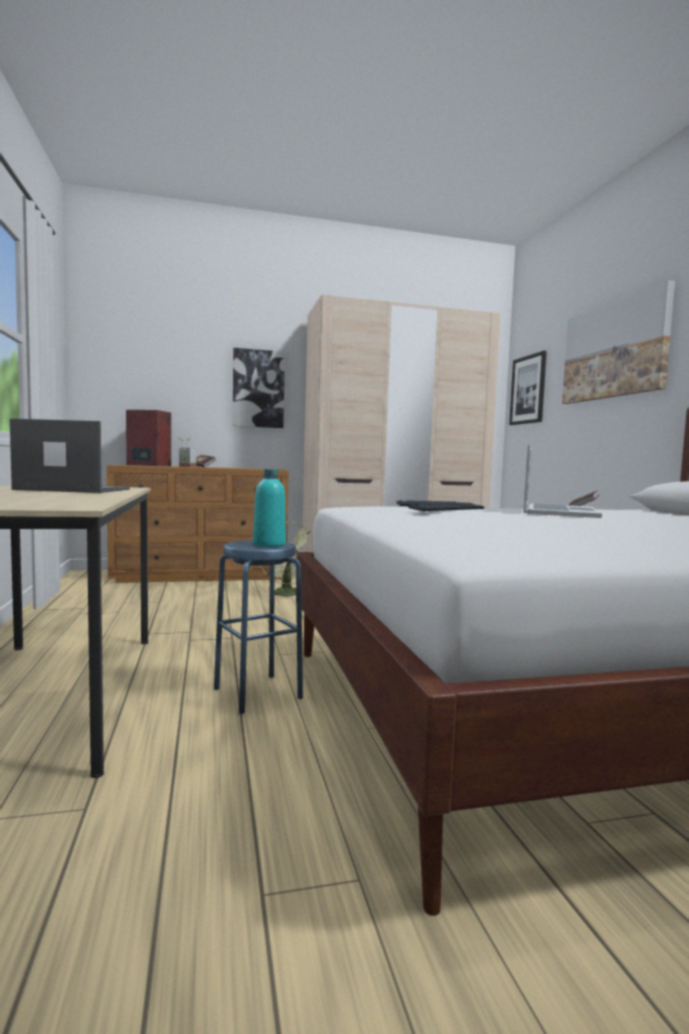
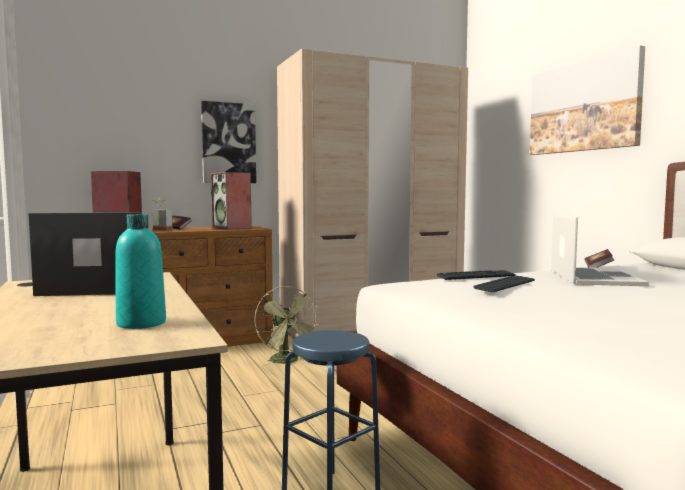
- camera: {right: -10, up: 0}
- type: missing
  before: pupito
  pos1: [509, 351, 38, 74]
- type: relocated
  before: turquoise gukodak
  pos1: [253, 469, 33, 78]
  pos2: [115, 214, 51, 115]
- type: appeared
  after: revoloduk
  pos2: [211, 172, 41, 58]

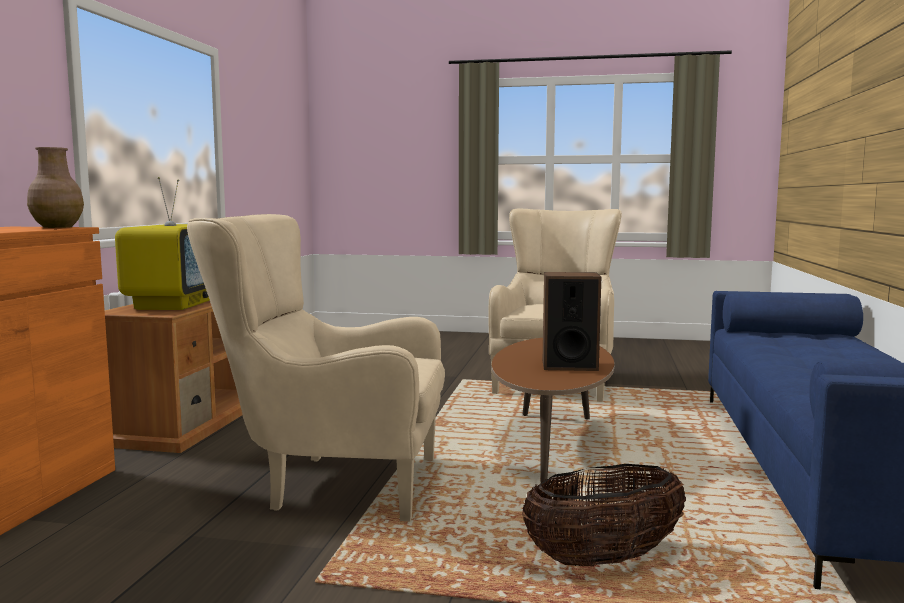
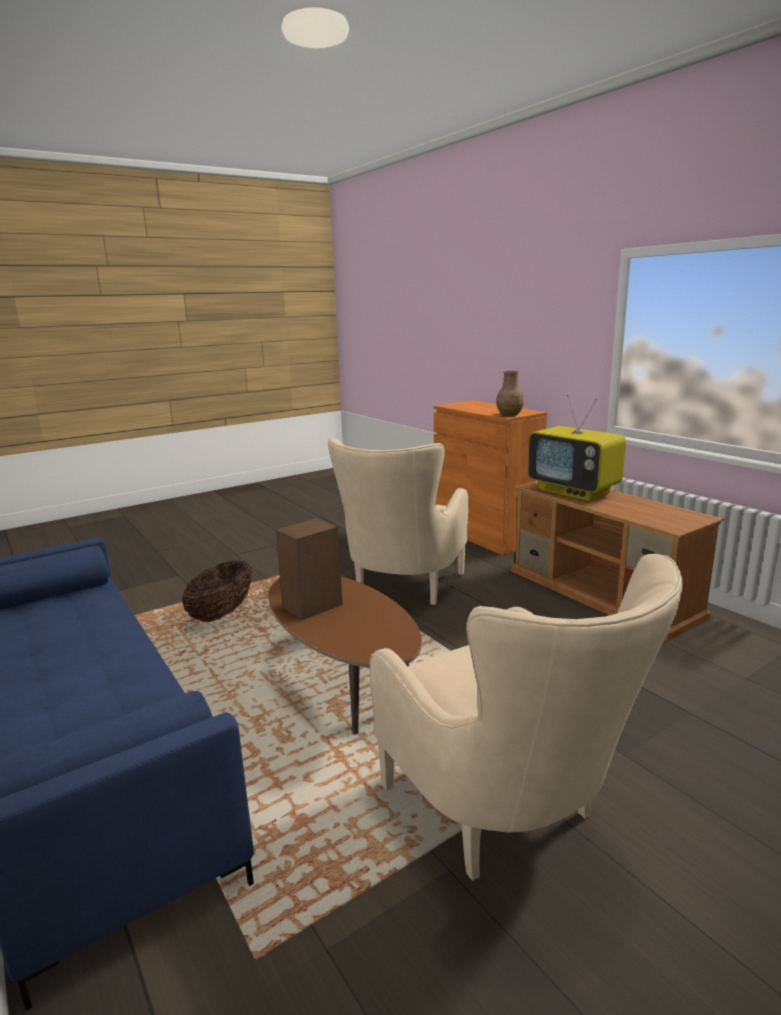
- camera: {right: 135, up: 10}
- type: spun
  before: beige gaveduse
  pos1: [187, 214, 258, 307]
  pos2: [328, 438, 140, 167]
  turn: 150

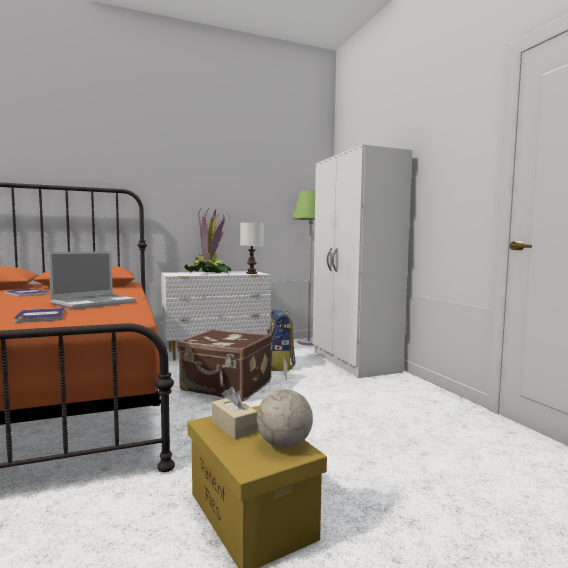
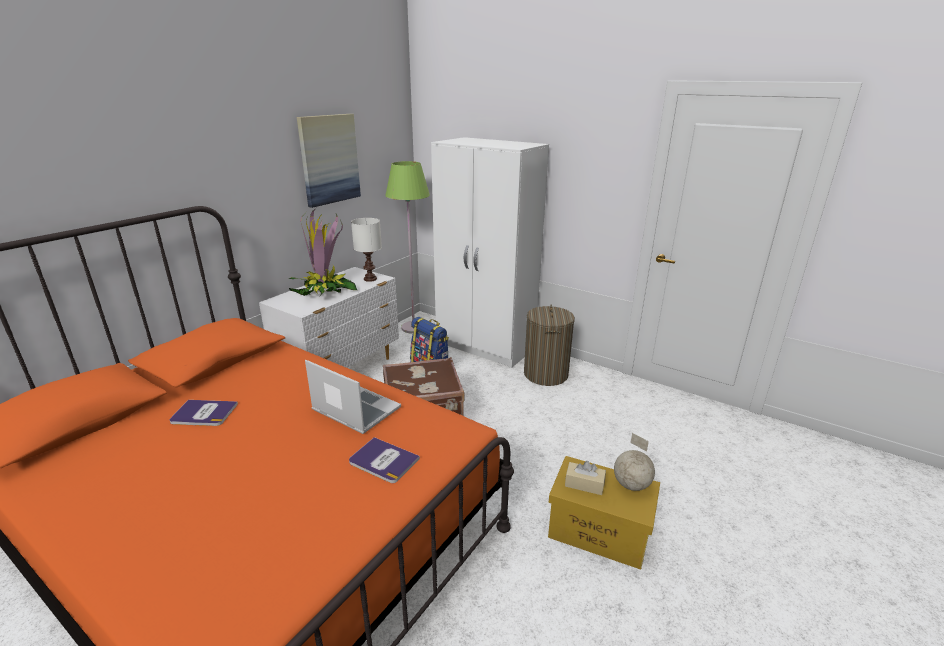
- camera: {right: -35, up: 20}
- type: spun
  before: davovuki
  pos1: [49, 251, 87, 58]
  pos2: [305, 360, 96, 74]
  turn: -60
- type: appeared
  after: pupito
  pos2: [297, 114, 64, 94]
- type: appeared
  after: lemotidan
  pos2: [524, 305, 51, 81]

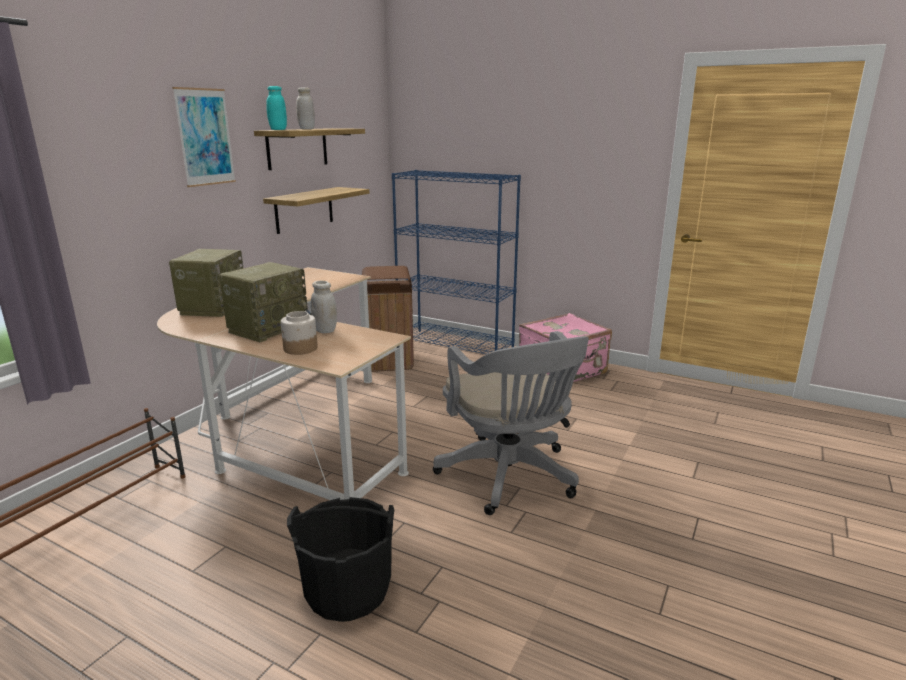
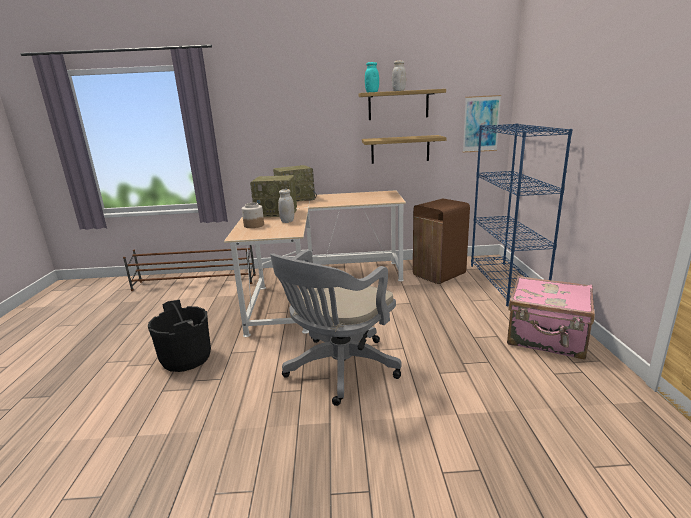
- camera: {right: 60, up: 0}
- type: relocated
  before: pupito
  pos1: [172, 87, 64, 100]
  pos2: [463, 95, 38, 57]

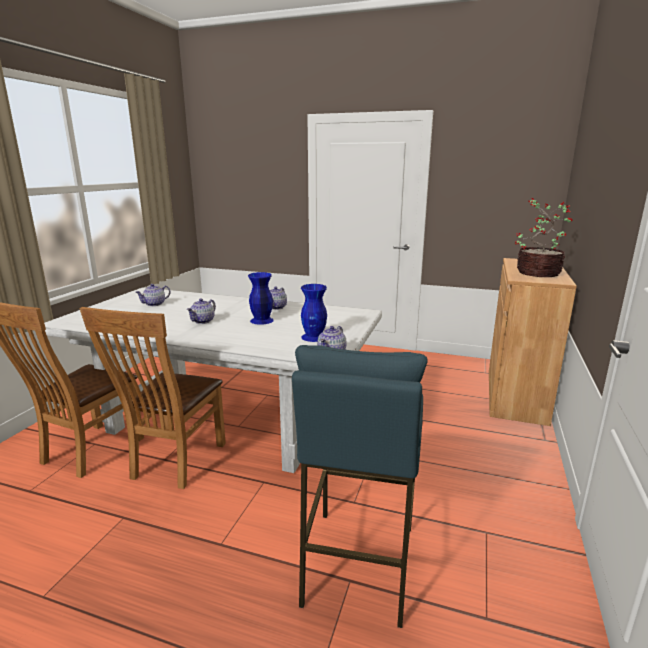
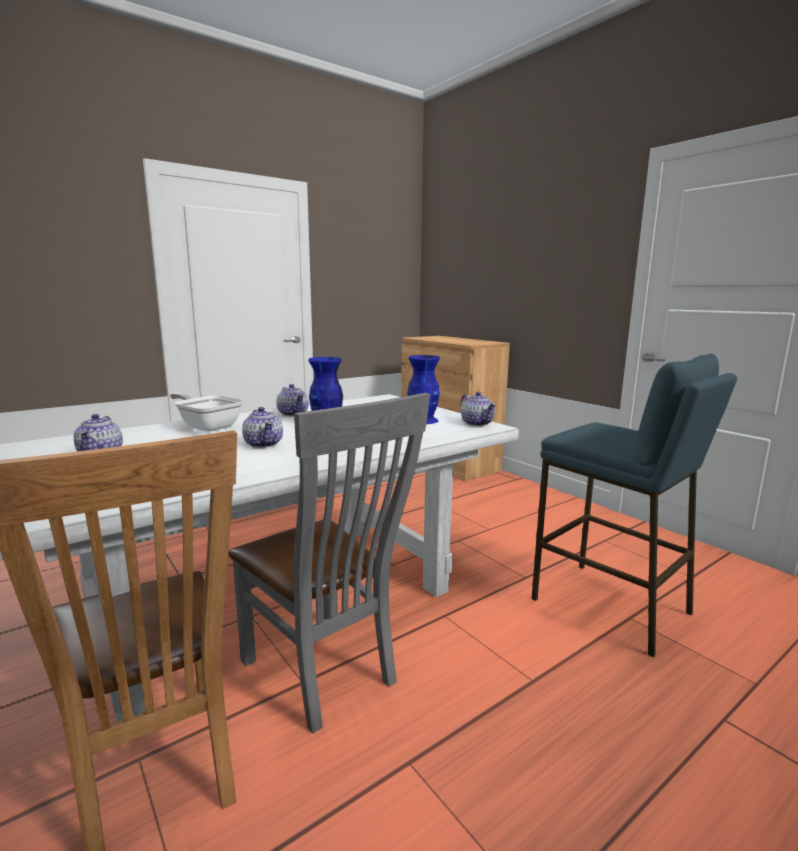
- camera: {right: -55, up: -5}
- type: missing
  before: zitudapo
  pos1: [515, 197, 58, 80]
- type: colour
  before: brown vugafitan
  after: grey vugafitan
  pos1: [79, 307, 147, 182]
  pos2: [228, 393, 203, 341]
- type: appeared
  after: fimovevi
  pos2: [170, 392, 73, 40]

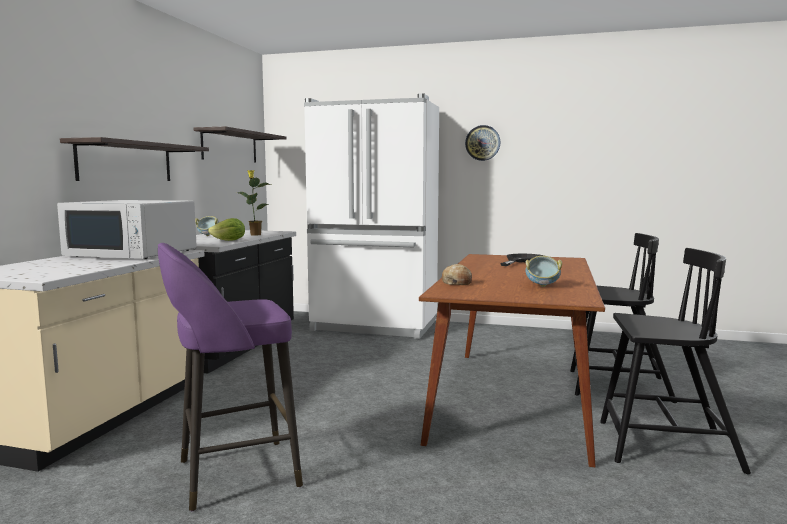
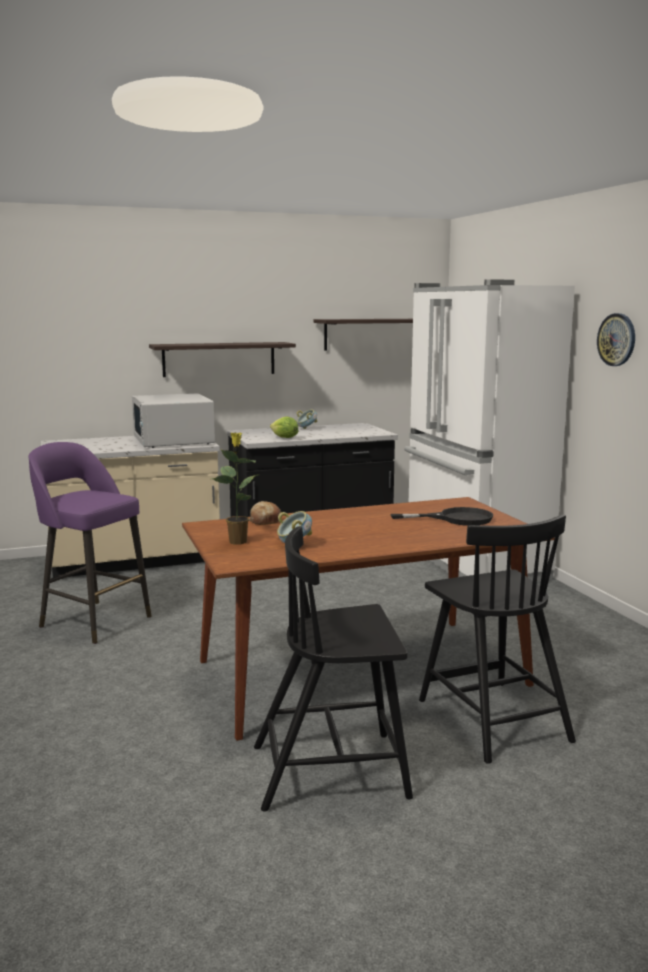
- camera: {right: 55, up: 5}
- type: relocated
  before: zitudapo
  pos1: [238, 170, 33, 66]
  pos2: [211, 432, 47, 113]
- type: spun
  before: black vugafitan
  pos1: [600, 248, 151, 226]
  pos2: [254, 526, 159, 286]
  turn: 105

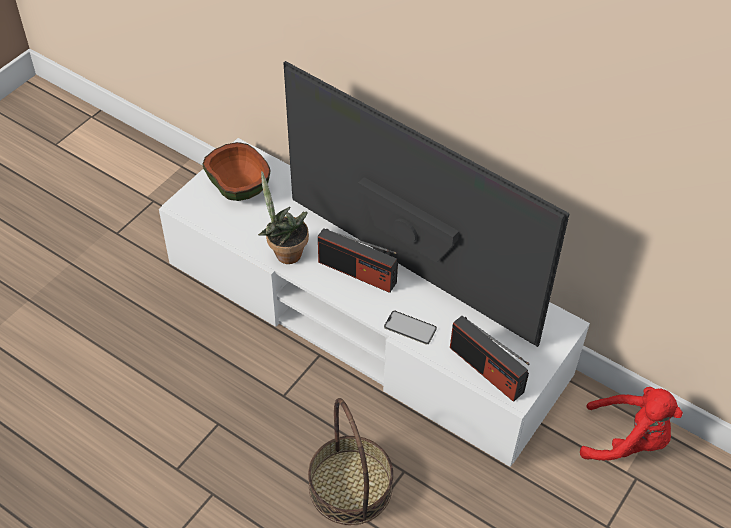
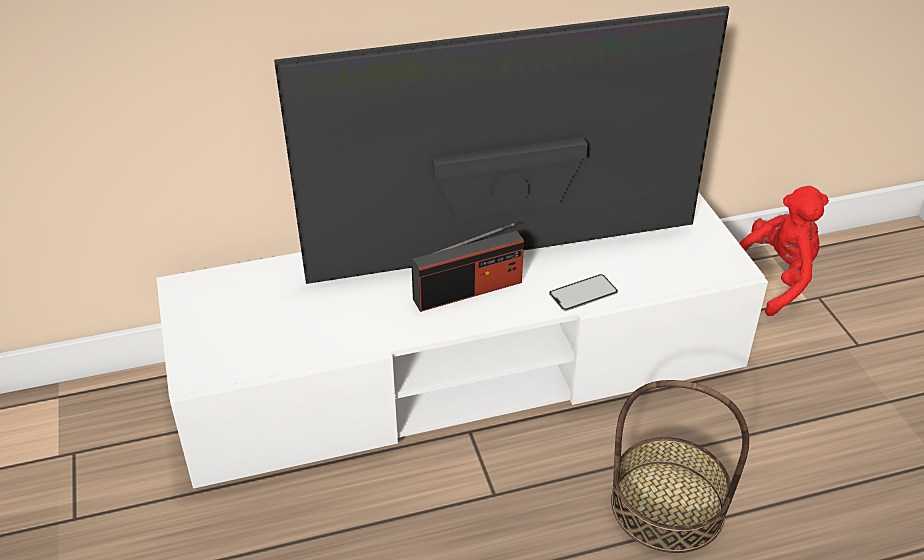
- camera: {right: -50, up: -10}
- type: missing
  before: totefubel
  pos1: [202, 142, 69, 59]
- type: missing
  before: zitudapo
  pos1: [258, 172, 51, 92]
- type: missing
  before: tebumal
  pos1: [450, 316, 80, 86]

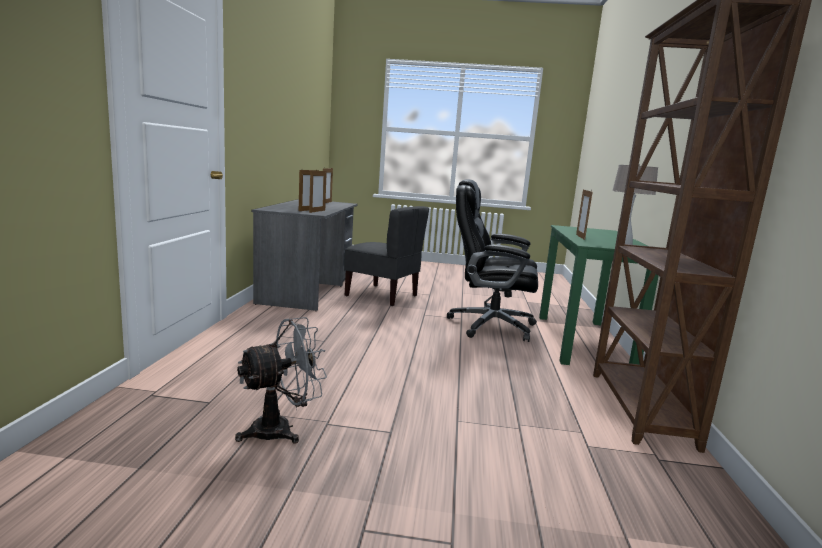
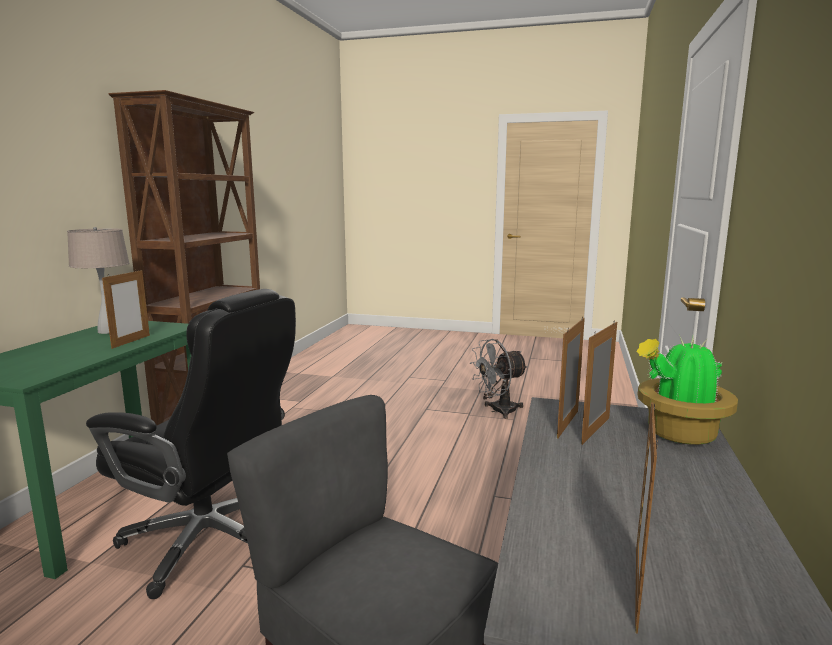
- camera: {right: -170, up: 0}
- type: appeared
  after: zitudapo
  pos2: [636, 337, 102, 108]

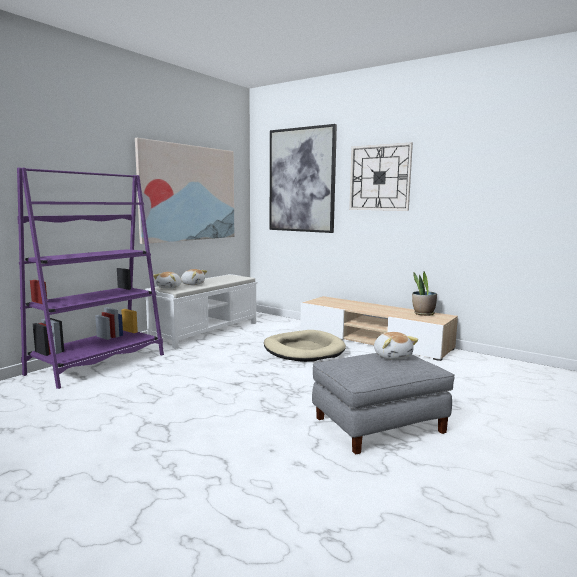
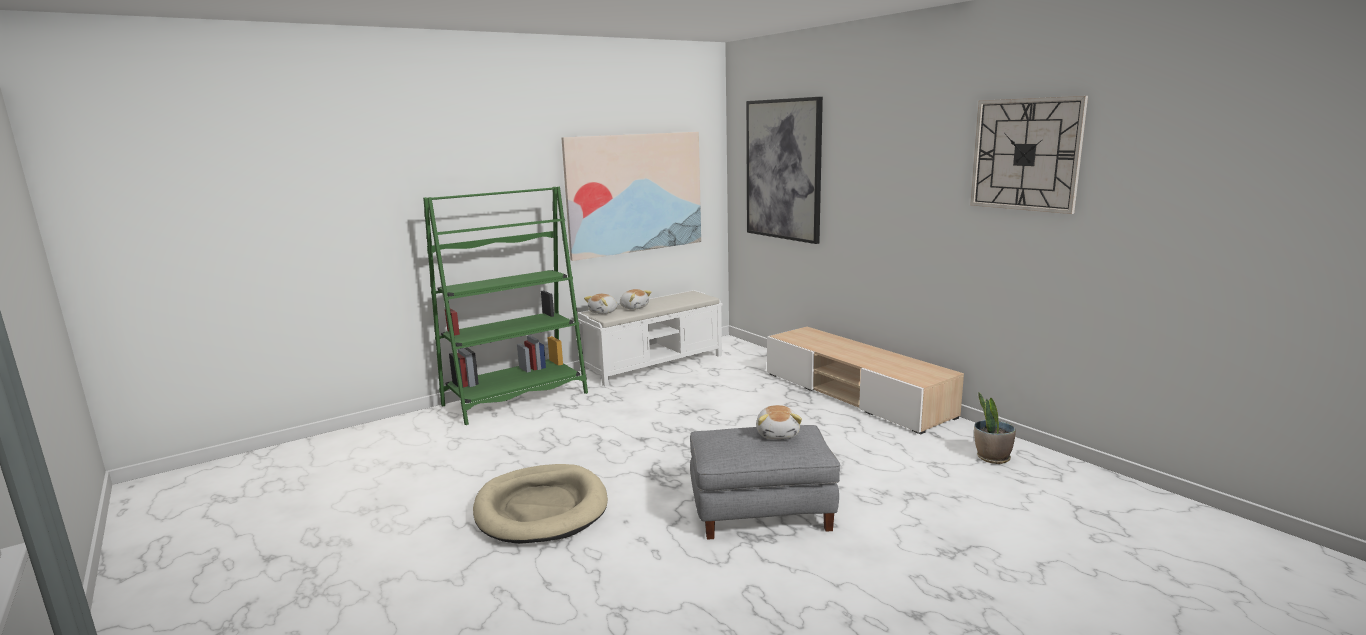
- camera: {right: 20, up: 5}
- type: relocated
  before: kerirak
  pos1: [349, 142, 64, 69]
  pos2: [970, 96, 118, 118]
- type: colour
  before: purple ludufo
  after: green ludufo
  pos1: [17, 167, 147, 222]
  pos2: [423, 187, 165, 238]
- type: relocated
  before: zitudapo
  pos1: [412, 272, 25, 44]
  pos2: [974, 392, 42, 72]
- type: relocated
  before: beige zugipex
  pos1: [264, 330, 82, 32]
  pos2: [473, 464, 135, 80]

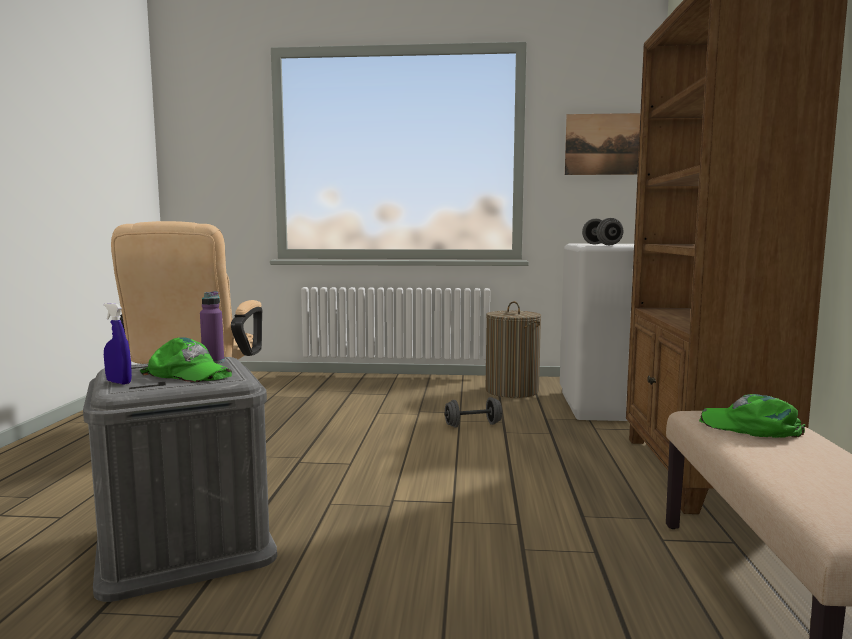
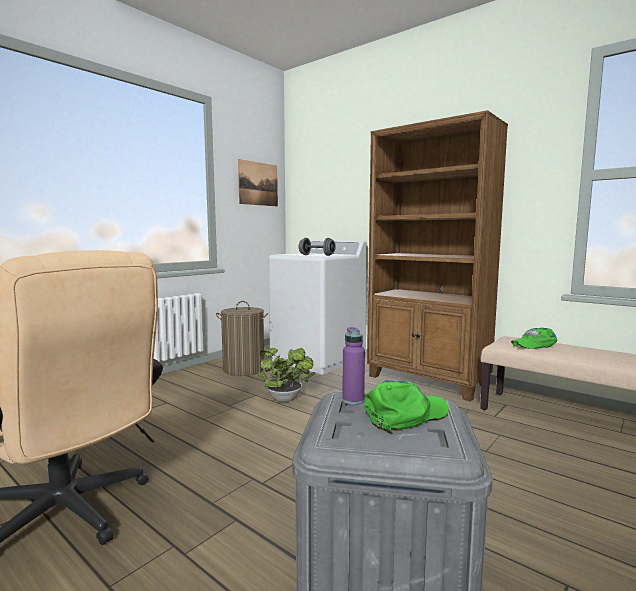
- camera: {right: -55, up: 0}
- type: missing
  before: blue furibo
  pos1: [104, 303, 28, 82]
- type: exchanged
  before: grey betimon
  after: zitudapo
  pos1: [444, 397, 58, 31]
  pos2: [257, 348, 58, 54]

